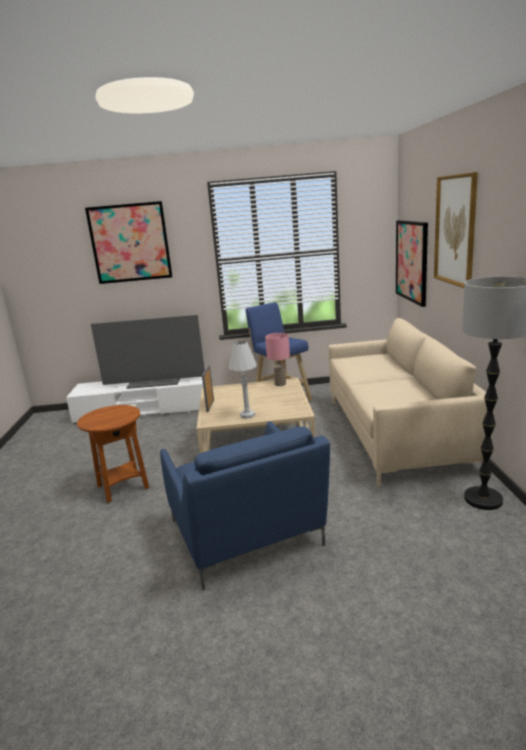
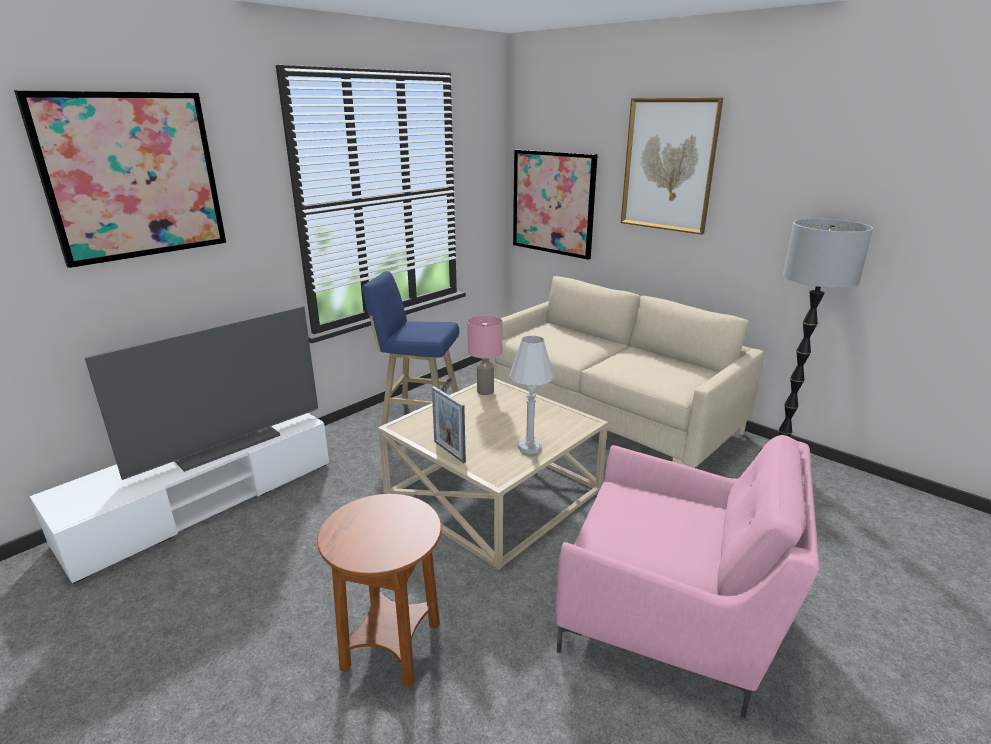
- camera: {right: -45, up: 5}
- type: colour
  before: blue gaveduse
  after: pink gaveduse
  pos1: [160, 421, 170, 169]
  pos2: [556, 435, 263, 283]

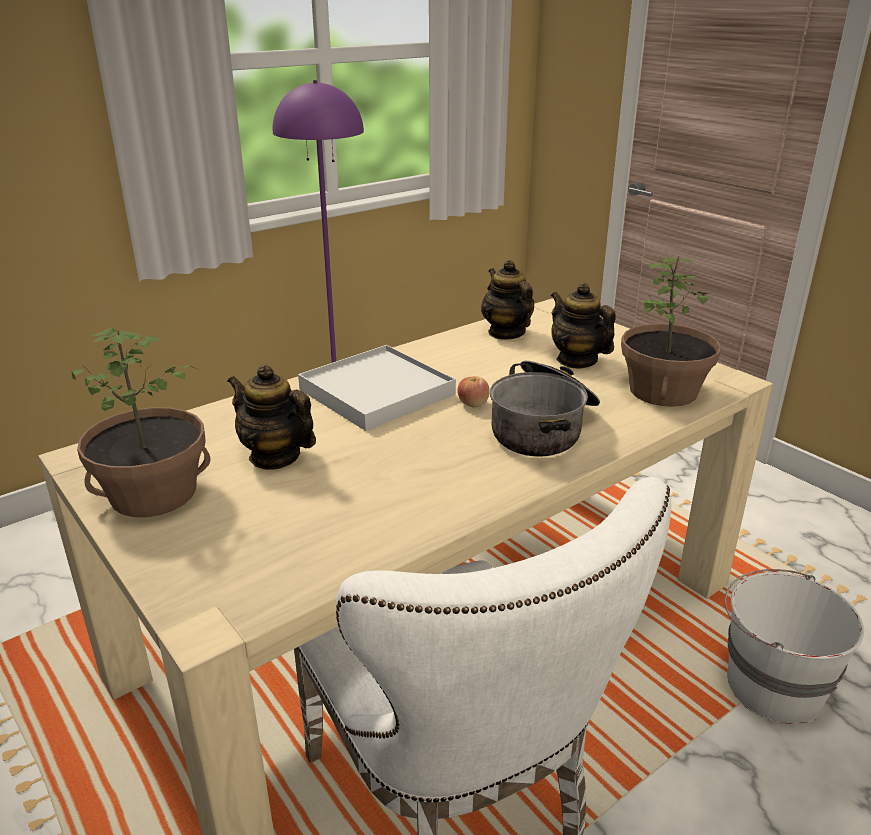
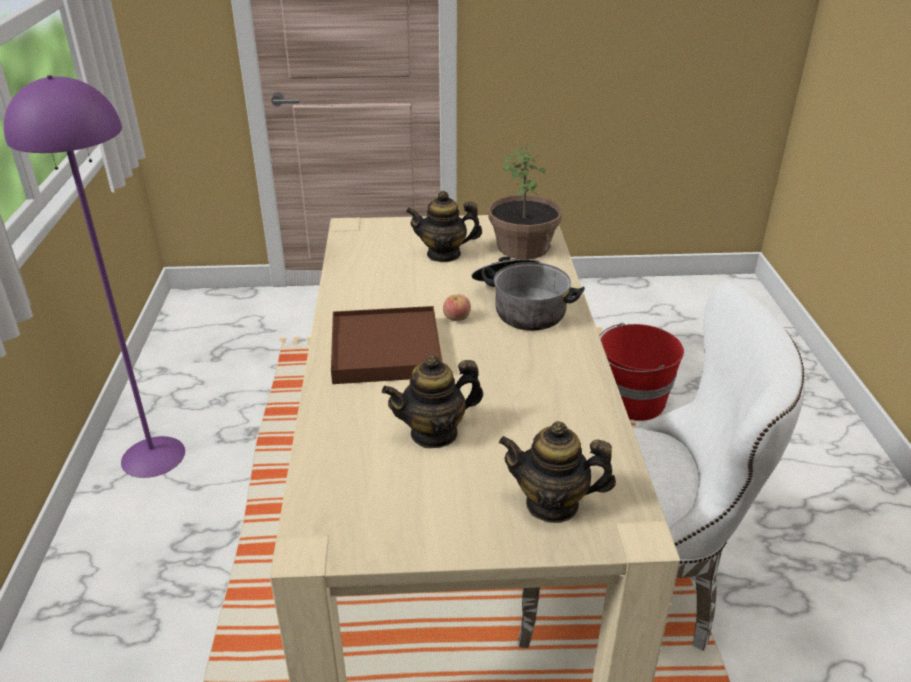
- camera: {right: -55, up: 5}
- type: relocated
  before: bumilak
  pos1: [481, 260, 53, 80]
  pos2: [499, 421, 117, 102]
- type: missing
  before: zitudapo
  pos1: [72, 328, 139, 189]
- type: colour
  before: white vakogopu
  after: brown vakogopu
  pos1: [298, 345, 158, 86]
  pos2: [331, 306, 112, 78]
- type: colour
  before: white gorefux
  after: red gorefux
  pos1: [724, 569, 140, 155]
  pos2: [599, 323, 85, 98]

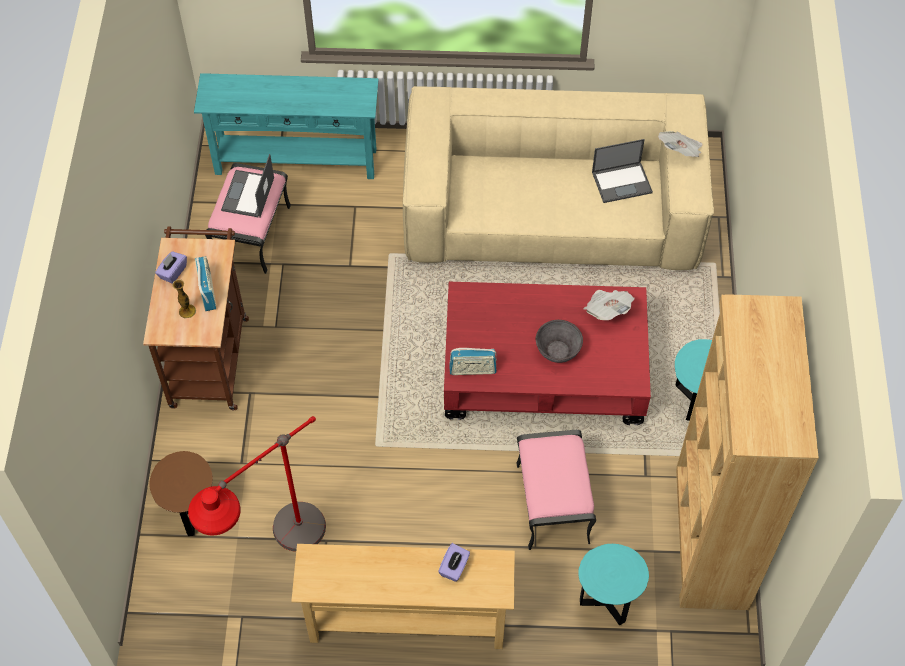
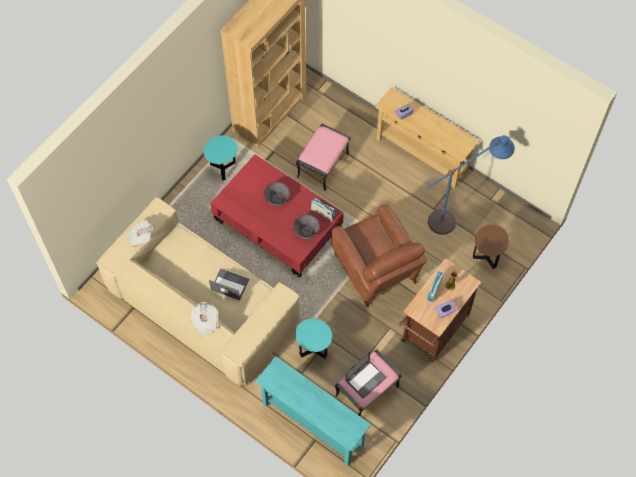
- camera: {right: -145, up: 5}
- type: relocated
  before: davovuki
  pos1: [592, 139, 61, 64]
  pos2: [209, 269, 40, 31]
- type: relocated
  before: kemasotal
  pos1: [584, 290, 50, 30]
  pos2: [190, 302, 29, 35]
- type: colour
  before: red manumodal
  after: blue manumodal
  pos1: [188, 416, 138, 136]
  pos2: [427, 135, 88, 100]
- type: relocated
  before: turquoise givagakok
  pos1: [578, 544, 71, 81]
  pos2: [295, 318, 37, 41]
- type: appeared
  after: brown gaveduse
  pos2: [331, 204, 96, 104]
- type: appeared
  after: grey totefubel
  pos2: [293, 214, 27, 25]

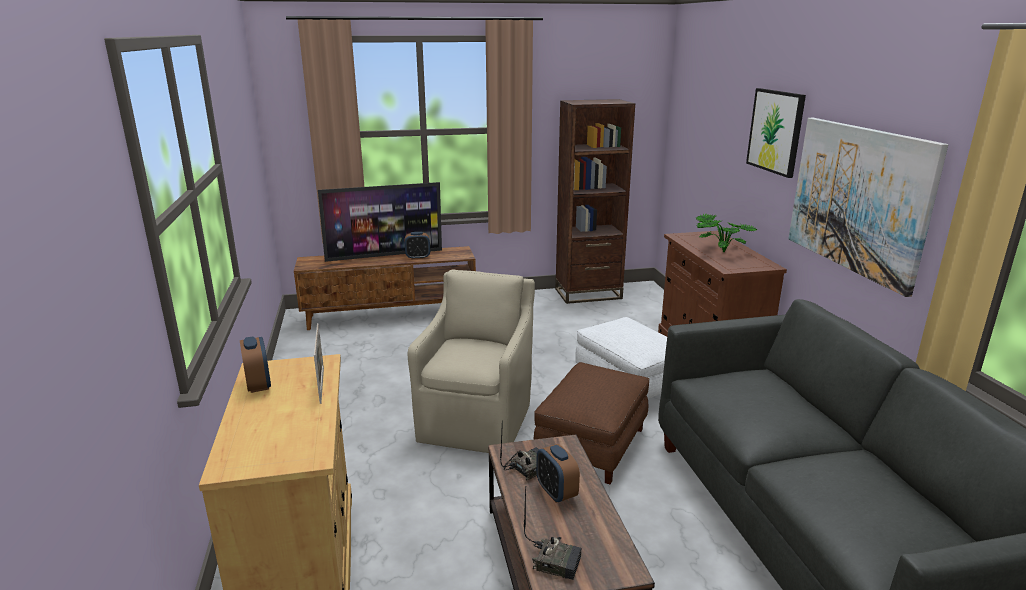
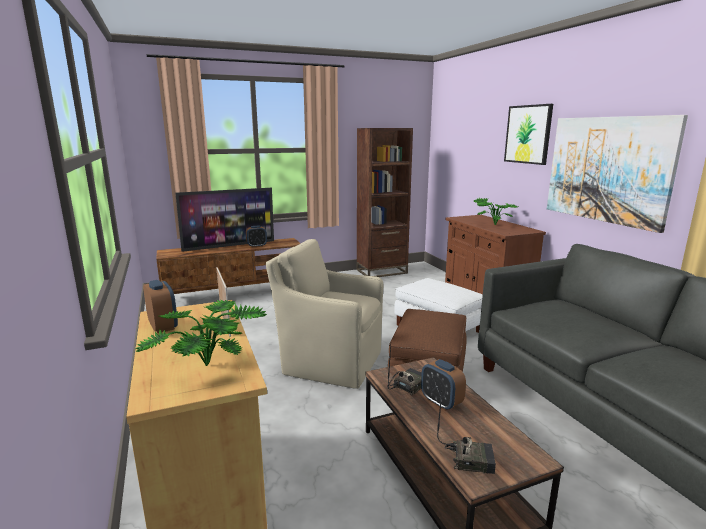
- camera: {right: -10, up: -5}
- type: spun
  before: beige gaveduse
  pos1: [408, 270, 127, 183]
  pos2: [266, 239, 117, 150]
  turn: -75
- type: appeared
  after: zitudapo
  pos2: [135, 299, 132, 67]

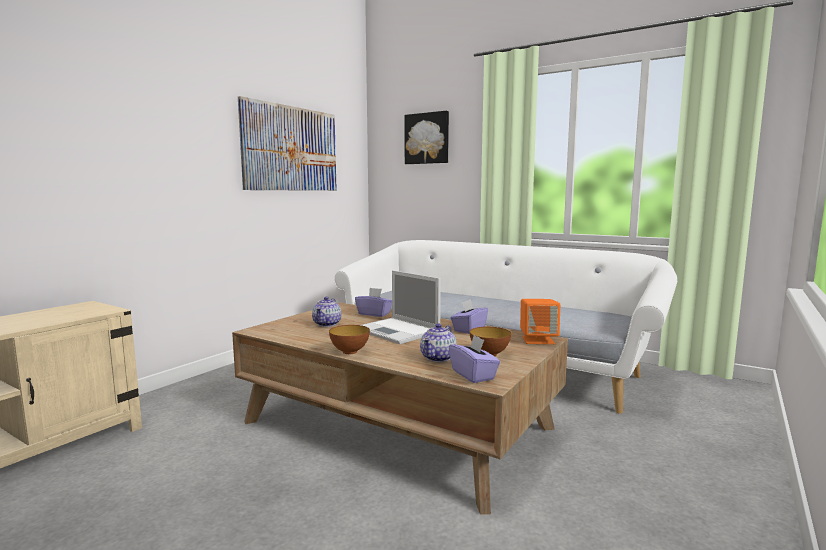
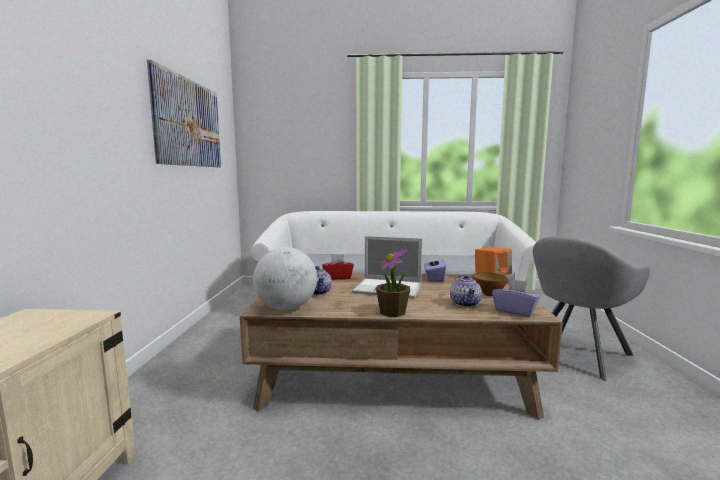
- camera: {right: -30, up: 0}
- type: missing
  before: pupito
  pos1: [405, 111, 44, 53]
- type: colour
  before: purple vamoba
  after: red vamoba
  pos1: [355, 288, 37, 29]
  pos2: [322, 254, 32, 26]
- type: exchanged
  before: totefubel
  after: zitudapo
  pos1: [329, 325, 41, 29]
  pos2: [376, 248, 34, 69]
- type: appeared
  after: grey gaveduse
  pos2: [533, 236, 117, 145]
- type: appeared
  after: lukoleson
  pos2: [253, 247, 64, 64]

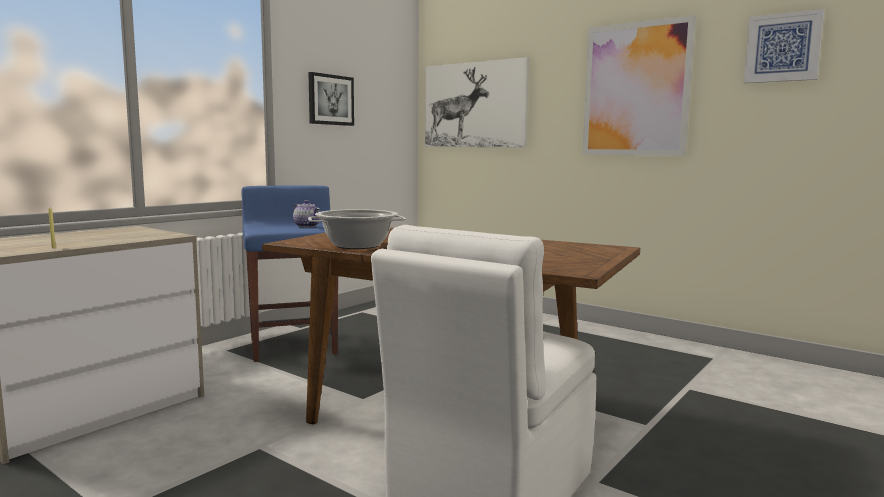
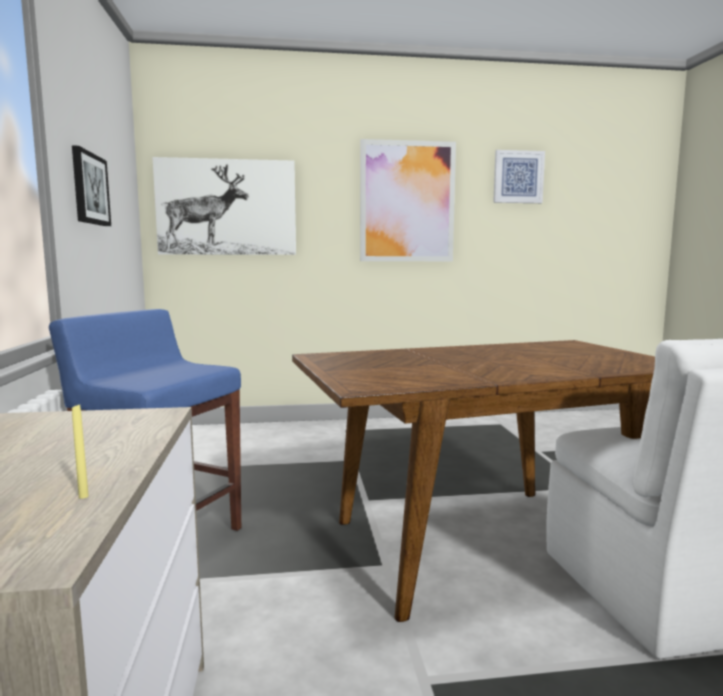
- camera: {right: -45, up: 0}
- type: missing
  before: bumilak
  pos1: [293, 200, 27, 27]
- type: missing
  before: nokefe
  pos1: [308, 209, 98, 40]

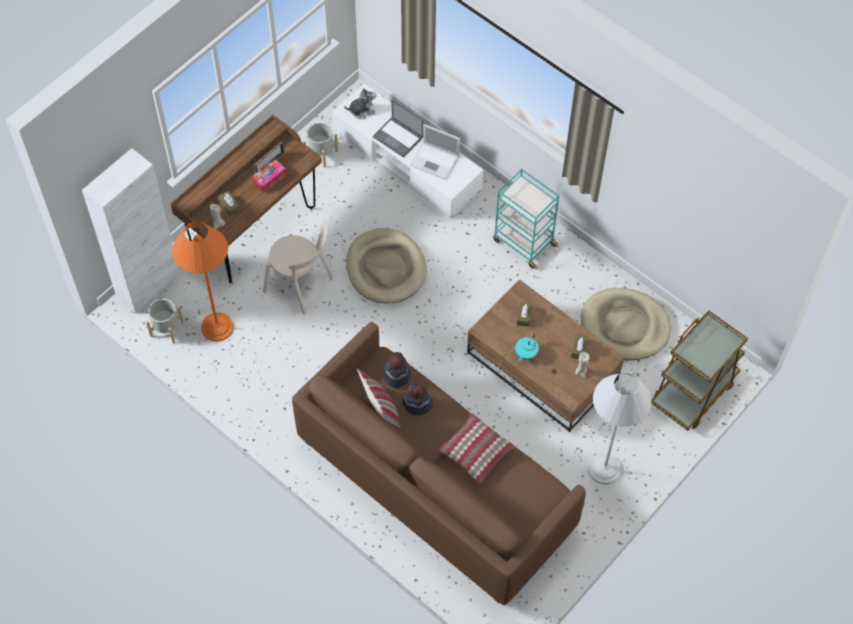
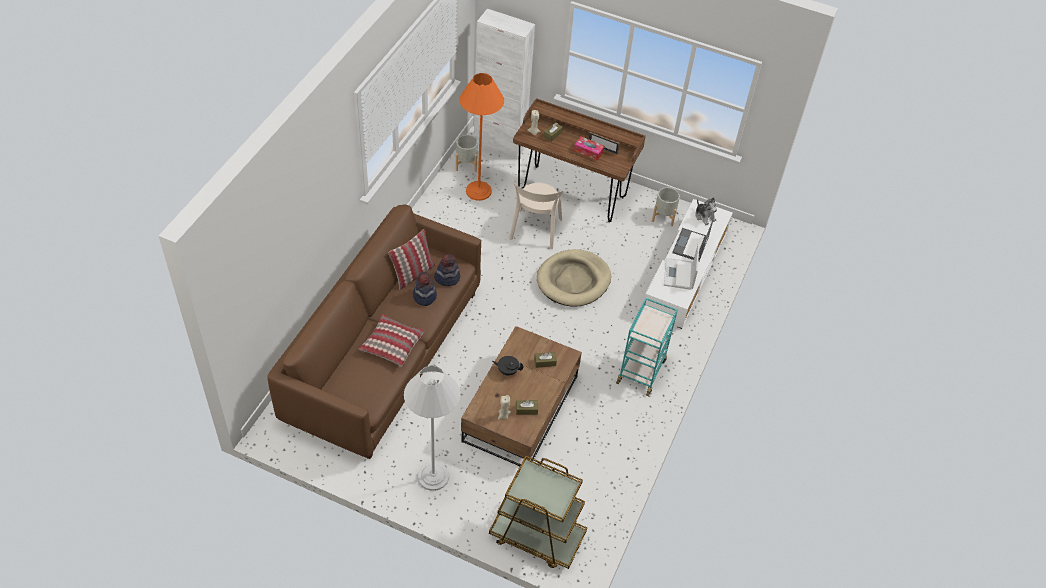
- camera: {right: 70, up: -10}
- type: missing
  before: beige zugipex
  pos1: [581, 288, 90, 72]
- type: colour
  before: turquoise bumilak
  after: black bumilak
  pos1: [515, 333, 24, 29]
  pos2: [492, 356, 32, 20]

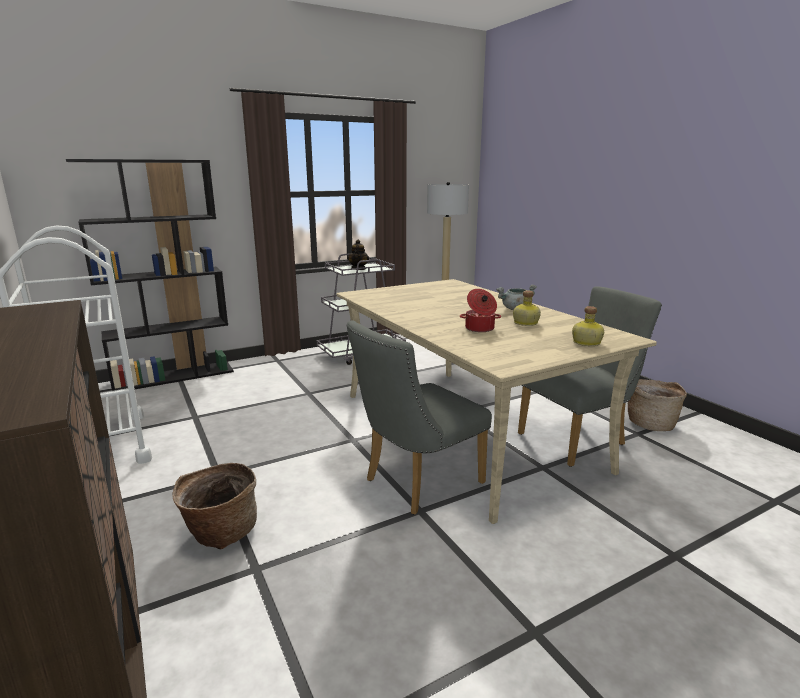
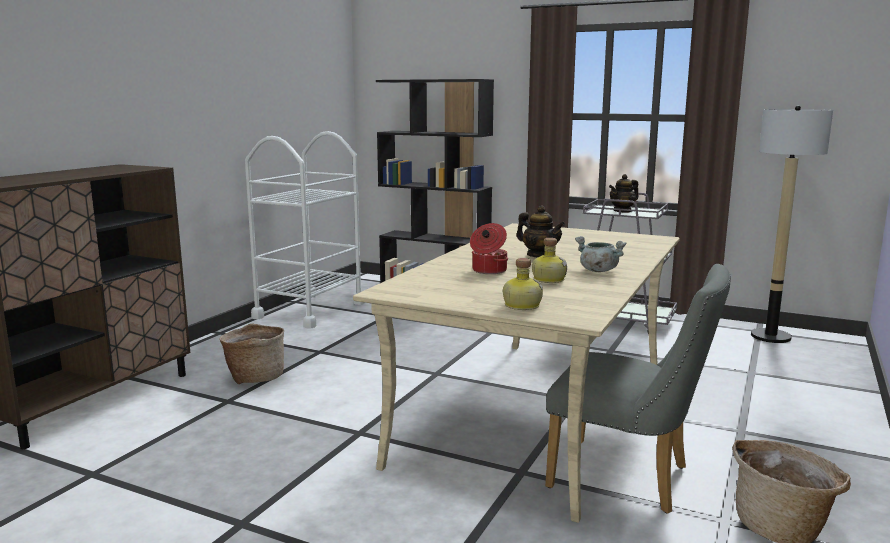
- camera: {right: 55, up: -5}
- type: missing
  before: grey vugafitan
  pos1: [347, 320, 145, 195]
- type: appeared
  after: bumilak
  pos2: [516, 205, 49, 53]

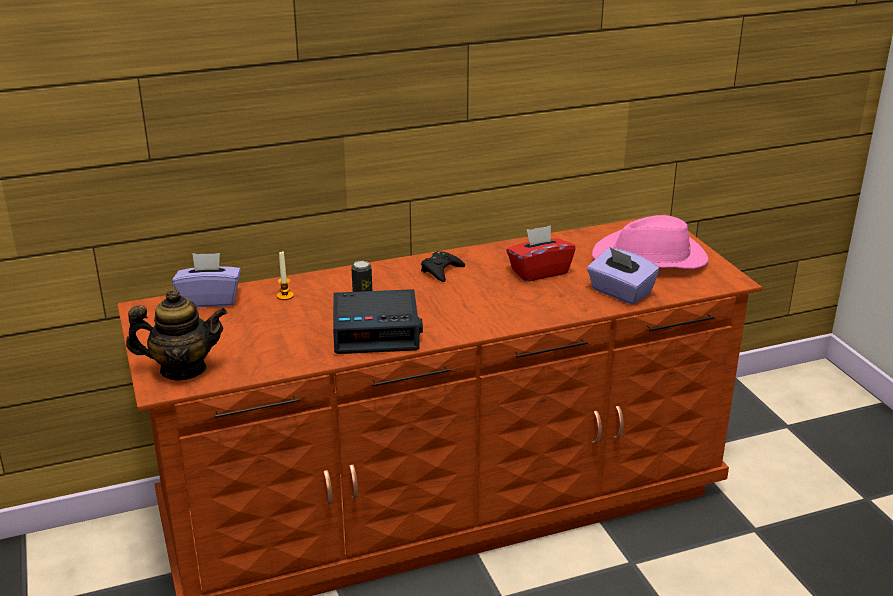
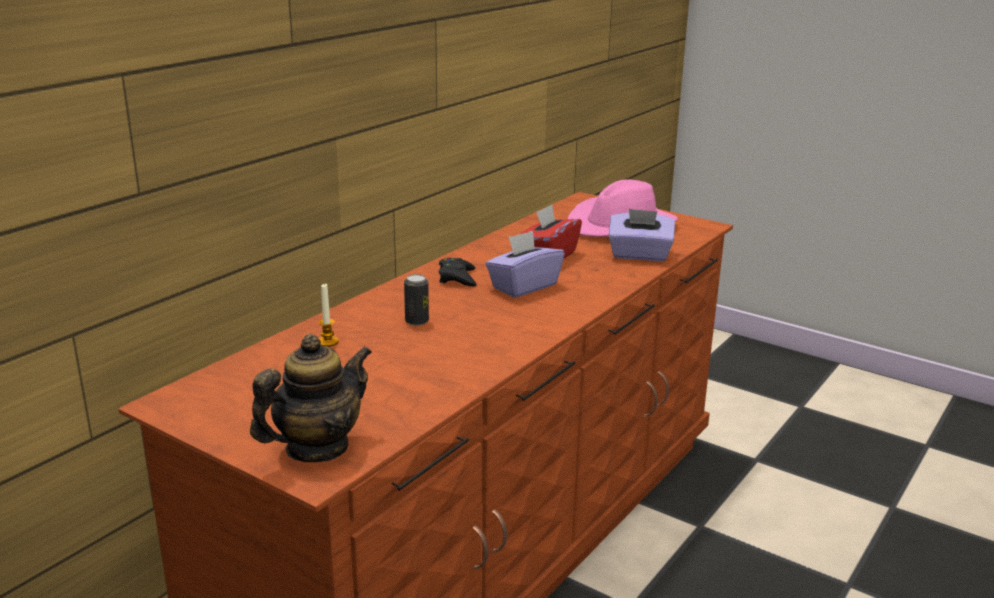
- camera: {right: -35, up: -5}
- type: relocated
  before: purple vamoba
  pos1: [172, 253, 69, 55]
  pos2: [486, 231, 79, 67]
- type: missing
  before: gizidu
  pos1: [333, 289, 90, 65]

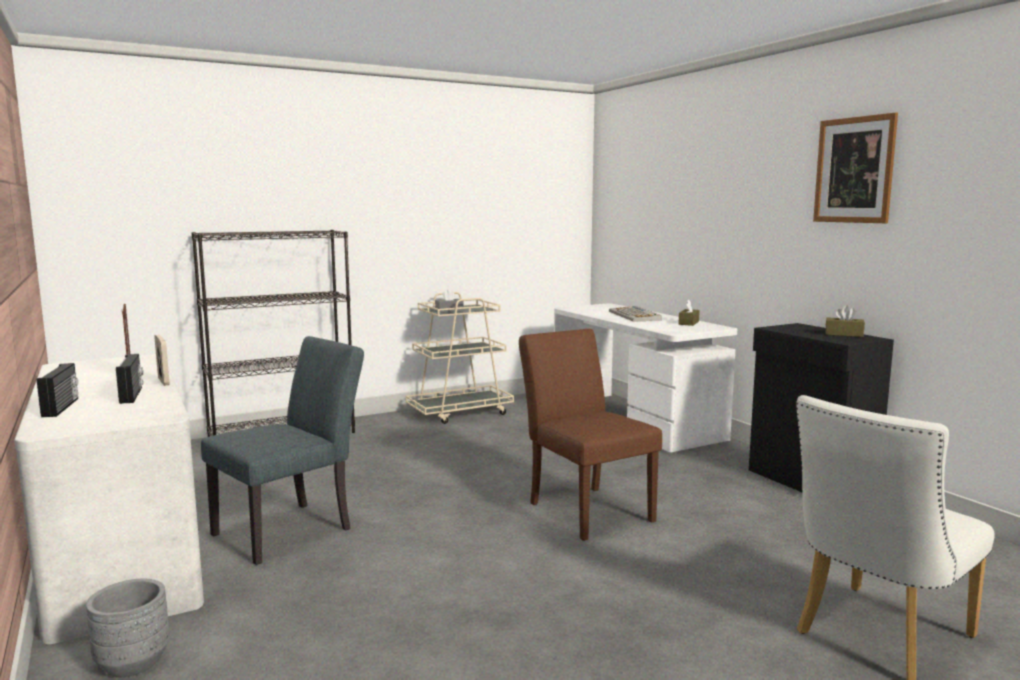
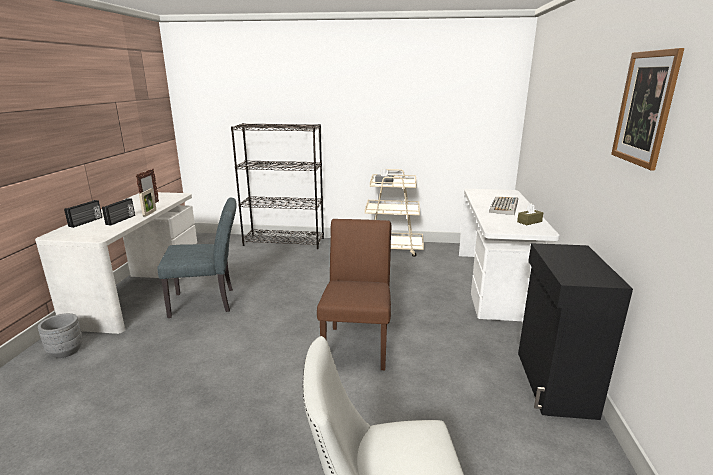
- camera: {right: 35, up: 10}
- type: missing
  before: brown vamoba
  pos1: [826, 305, 39, 32]

